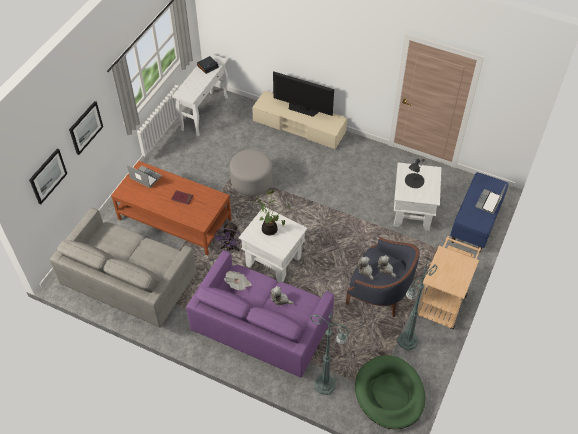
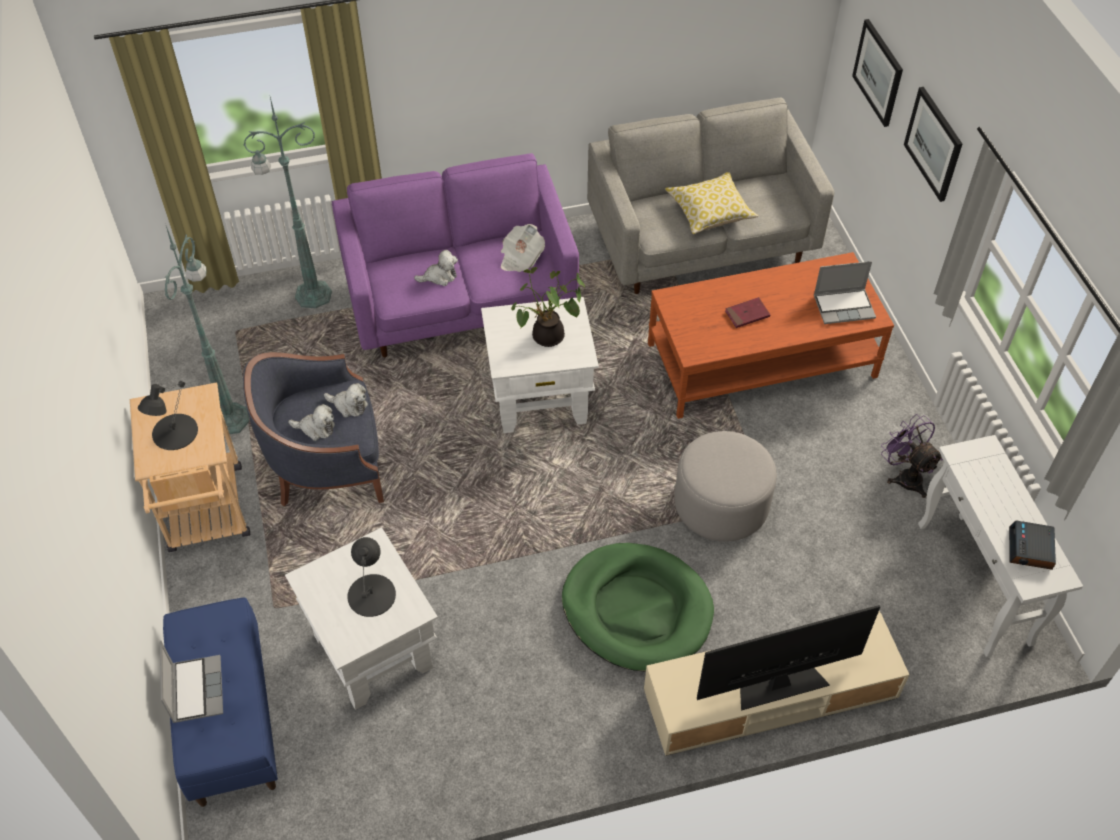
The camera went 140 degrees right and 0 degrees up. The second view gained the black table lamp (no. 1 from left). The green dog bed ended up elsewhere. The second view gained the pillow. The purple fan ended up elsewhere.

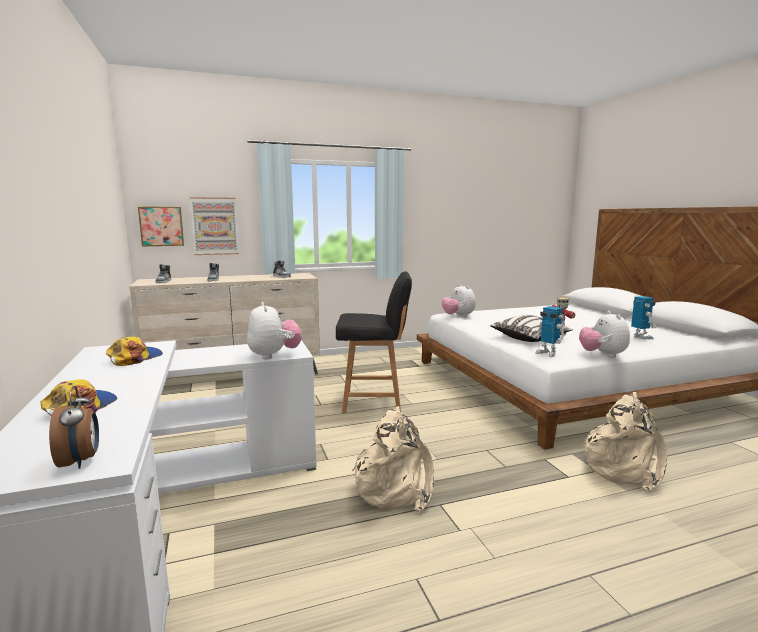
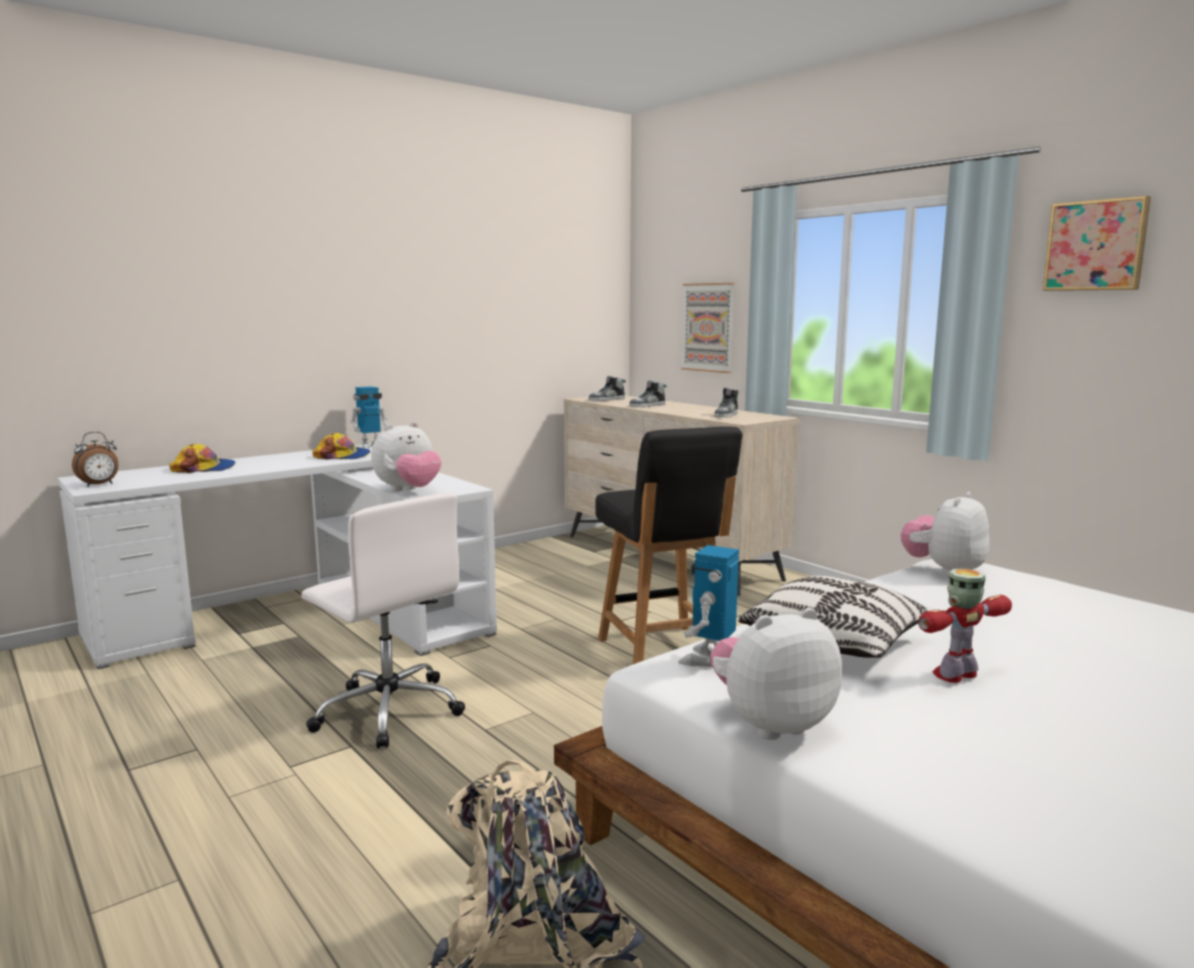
The camera went 70 degrees right and 0 degrees up. Where the beige backpack (no. 1 from left) stood, the white office chair came to stand. The toy robot (no. 3 from left in the first image) ended up elsewhere. The picture (no. 1 from left in the first image) ended up elsewhere.

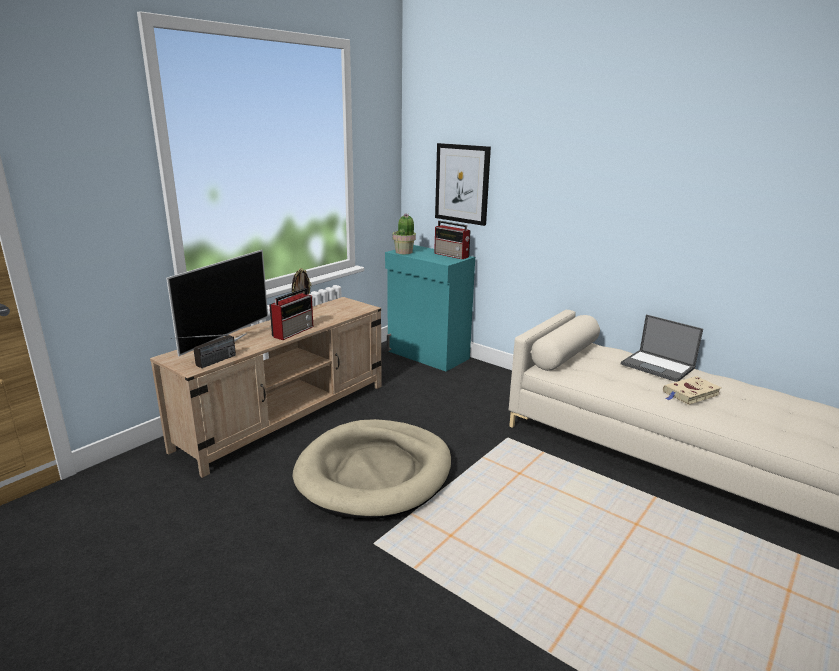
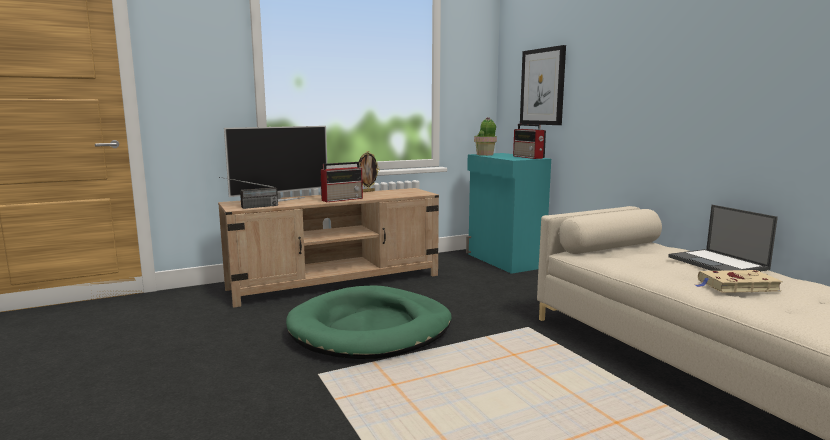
The camera went 25 degrees right and 10 degrees down. What was the beige dog bed turned into the green dog bed.

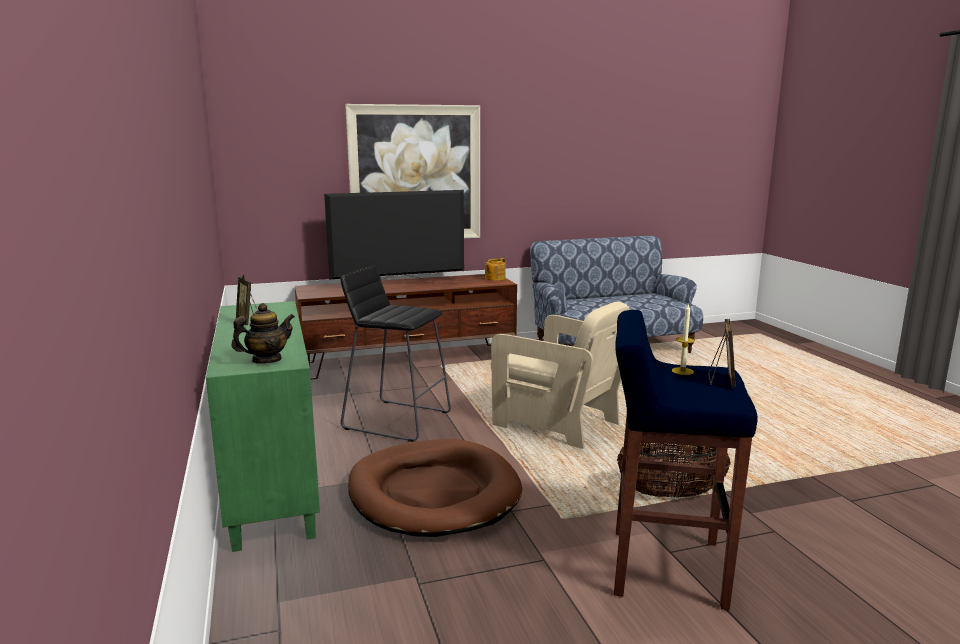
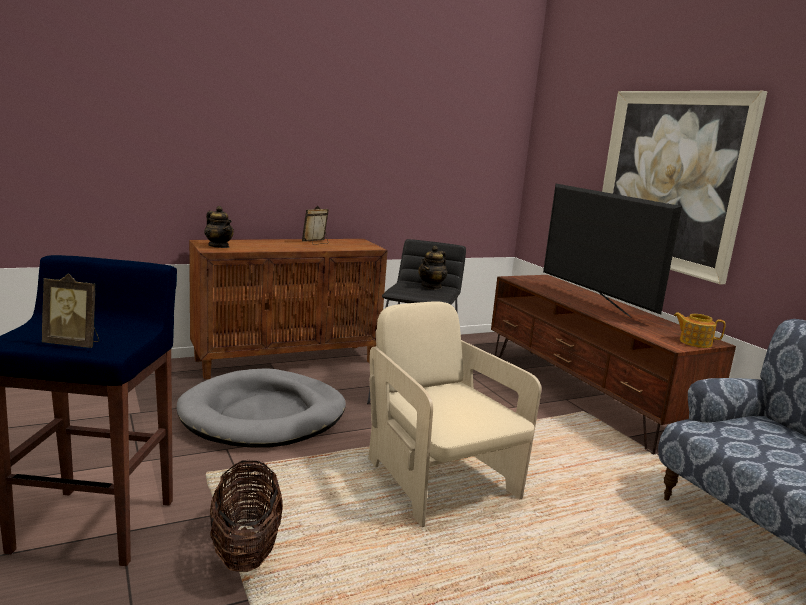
The camera went 80 degrees right and 0 degrees up. What was the brown dog bed turned into the grey dog bed. What was the green cabinet turned into the brown cabinet. The beige armchair ended up facing another way, 120 degrees clockwise from before. The second view gained the teapot (no. 2 from left). The second view lost the candle.

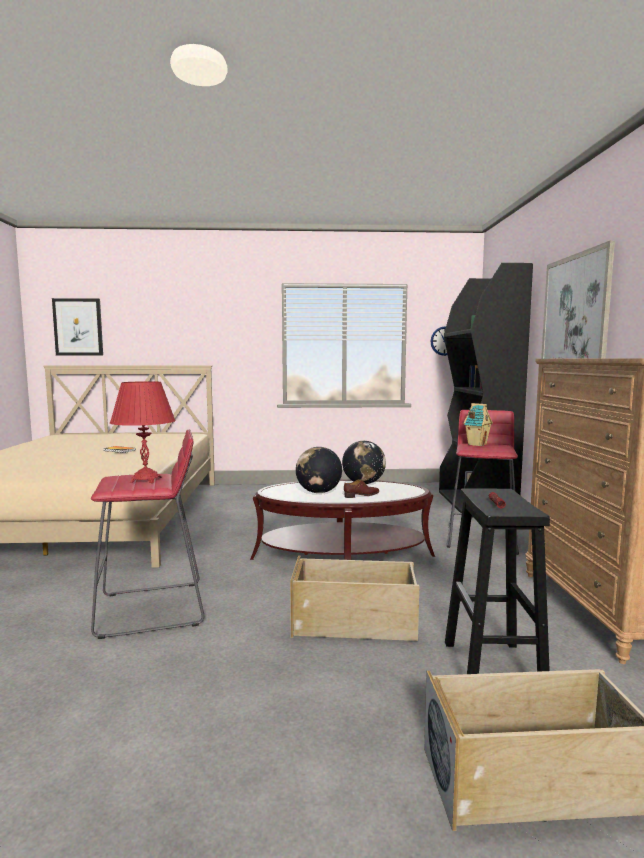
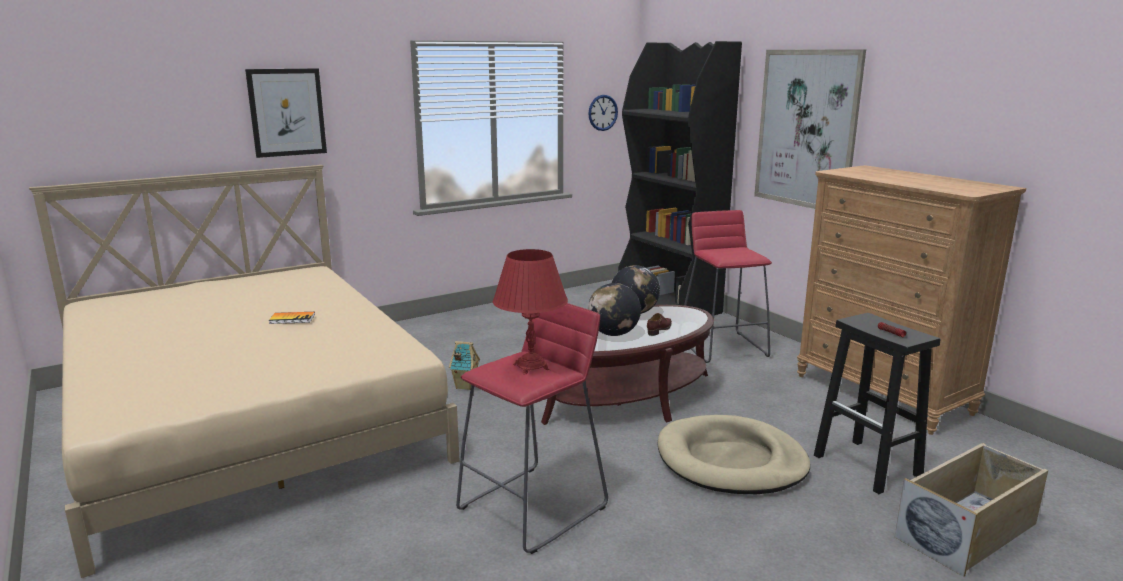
The camera went 30 degrees left and 10 degrees up. The picture (no. 1 from left) ended up elsewhere. The toy house ended up elsewhere. Where the beige storage box (no. 1 from left) stood, the beige dog bed came to stand.

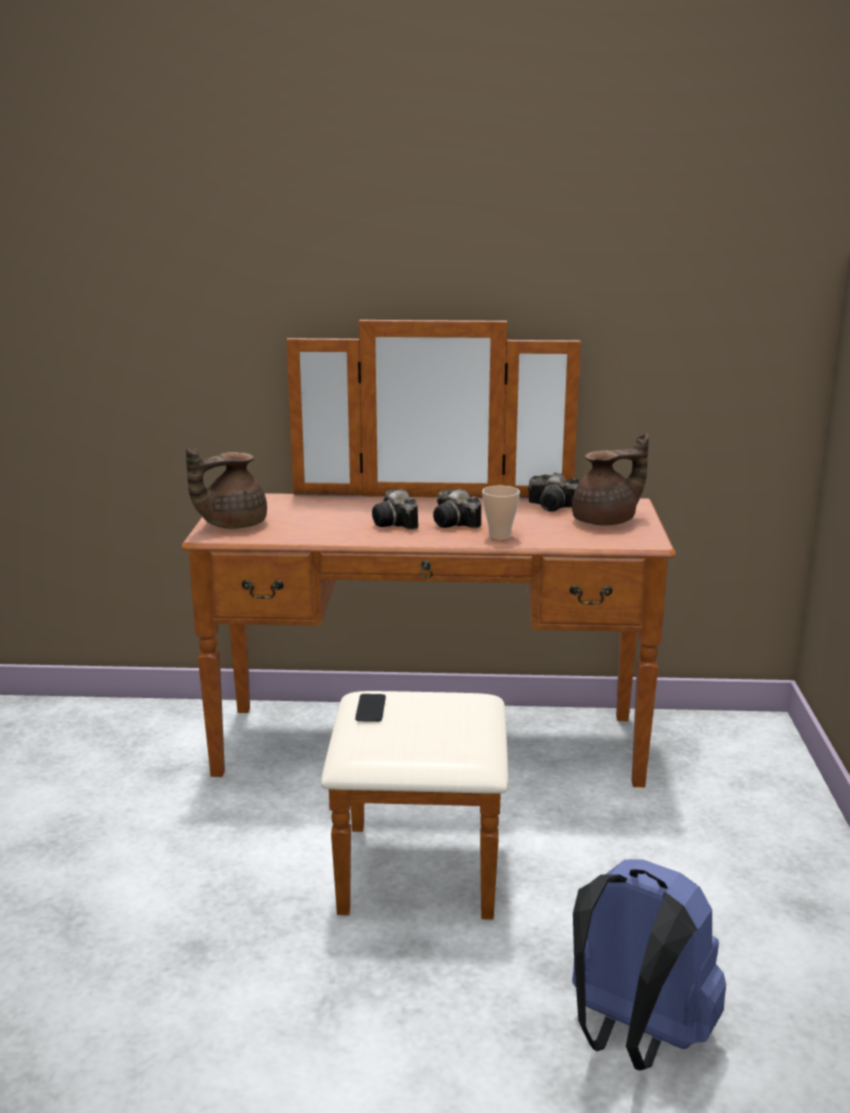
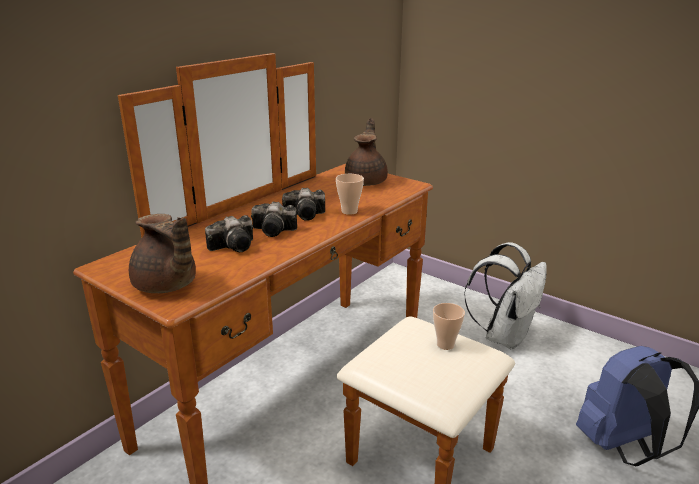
The camera went 55 degrees left and 5 degrees up. The brown teapot (no. 1 from left) ended up facing another way, 45 degrees counterclockwise from before. The photo camera (no. 3 from left in the first image) ended up elsewhere. The second view gained the cup (no. 2 from left). The second view gained the white backpack. The second view lost the phone.

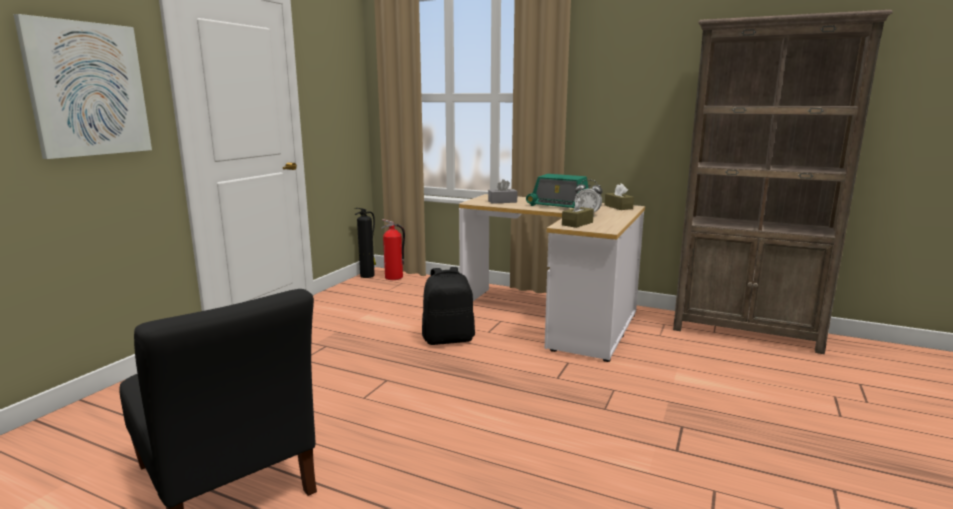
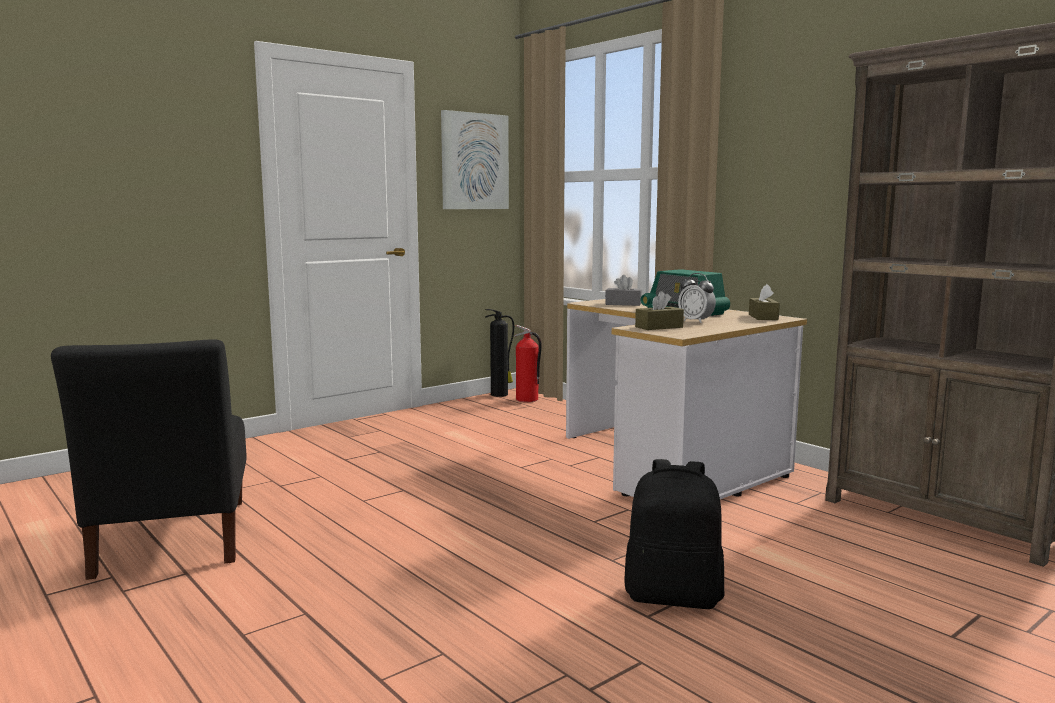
The camera went 25 degrees right and 5 degrees down. The picture ended up elsewhere. The black backpack ended up elsewhere.

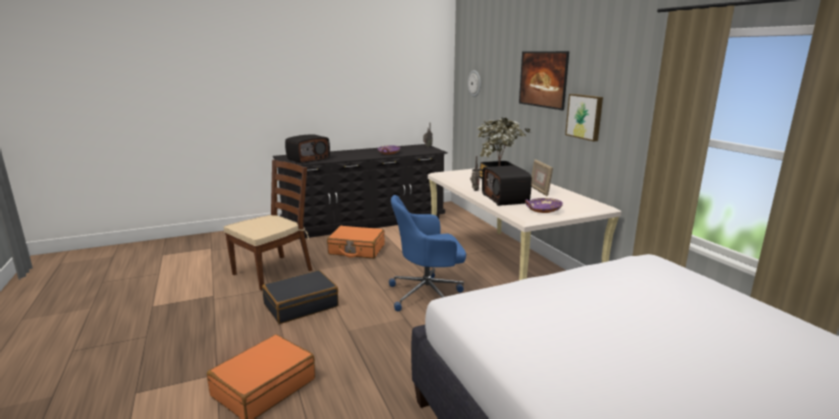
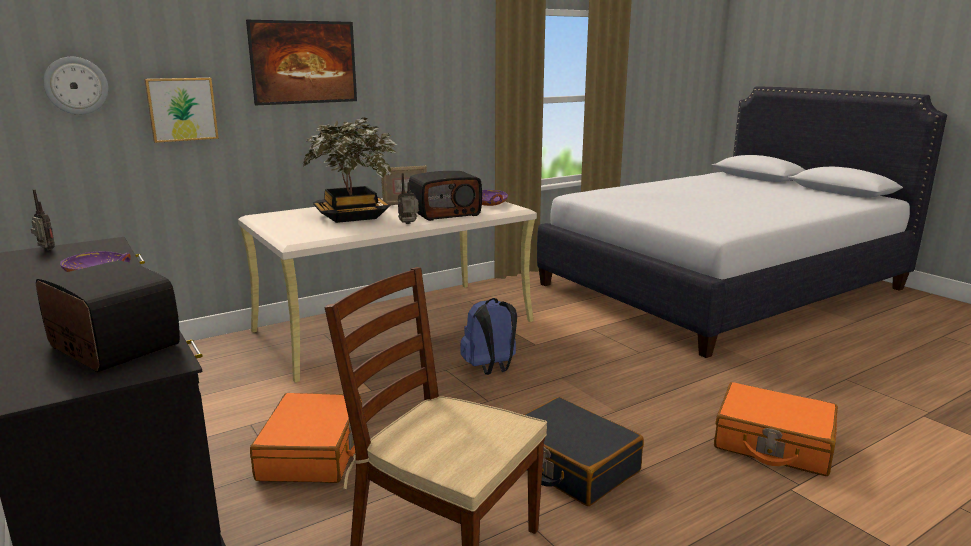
The camera went 100 degrees left and 0 degrees up. The picture (no. 2 from left in the first image) ended up elsewhere. Where the blue office chair stood, the blue backpack came to stand.

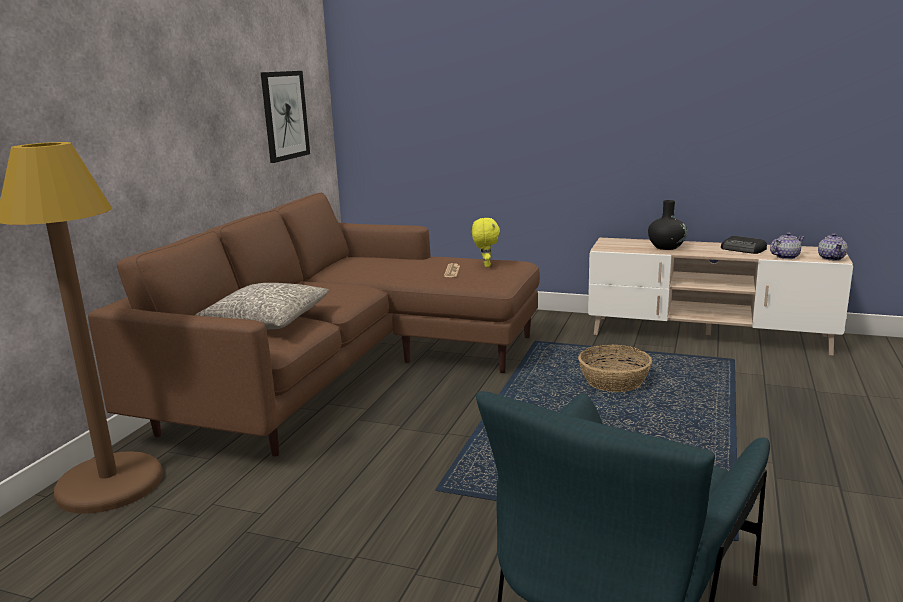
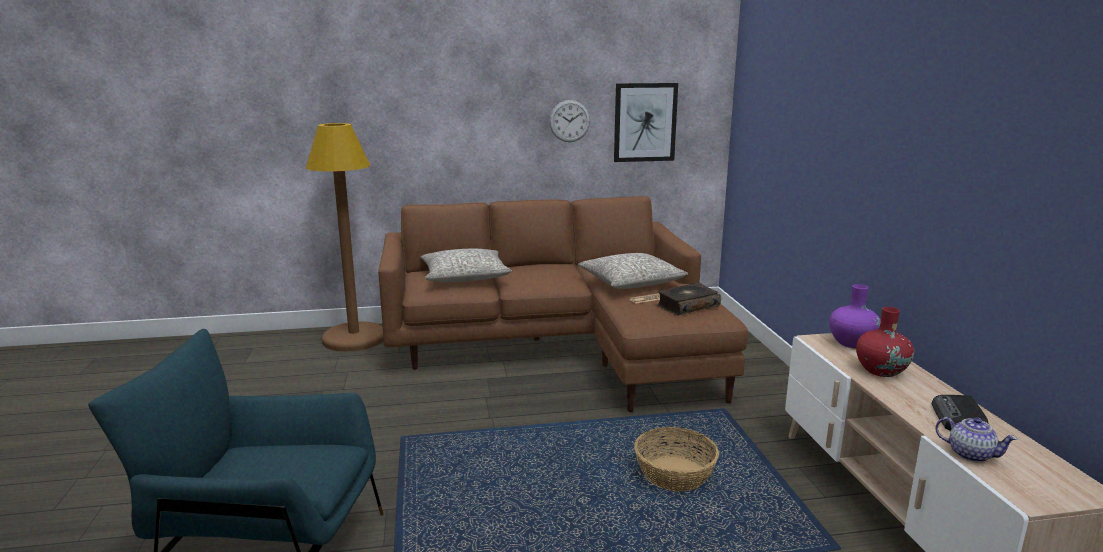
The camera went 60 degrees right and 0 degrees up. The second view gained the wall clock. The second view gained the grey pillow (no. 2 from left). Where the yellow plush toy stood, the book came to stand. The second view gained the purple vase. What was the black vase turned into the red vase. The second view lost the teapot (no. 2 from left).

